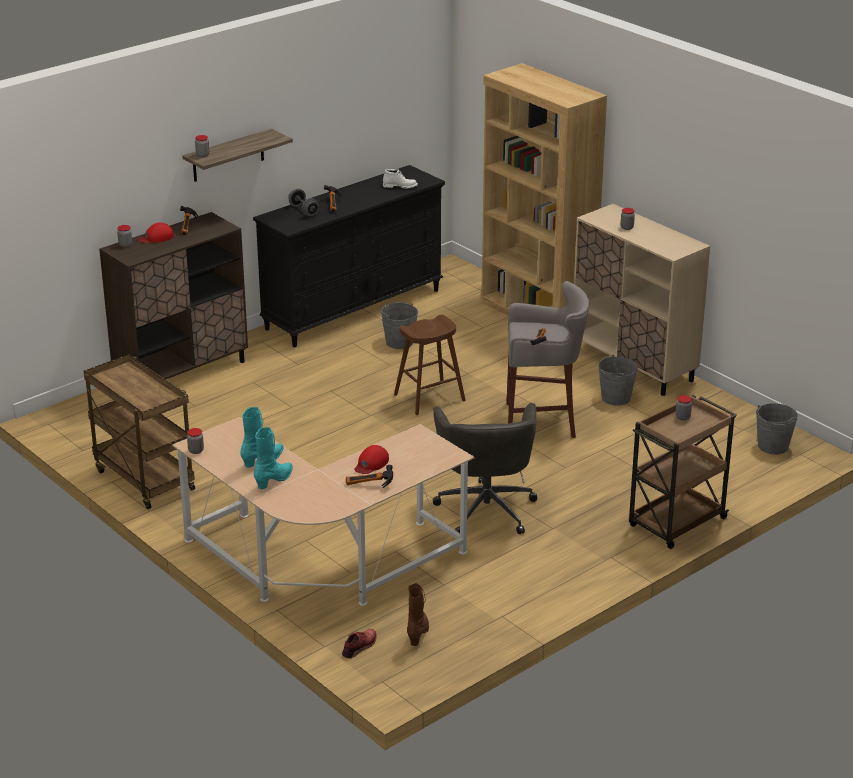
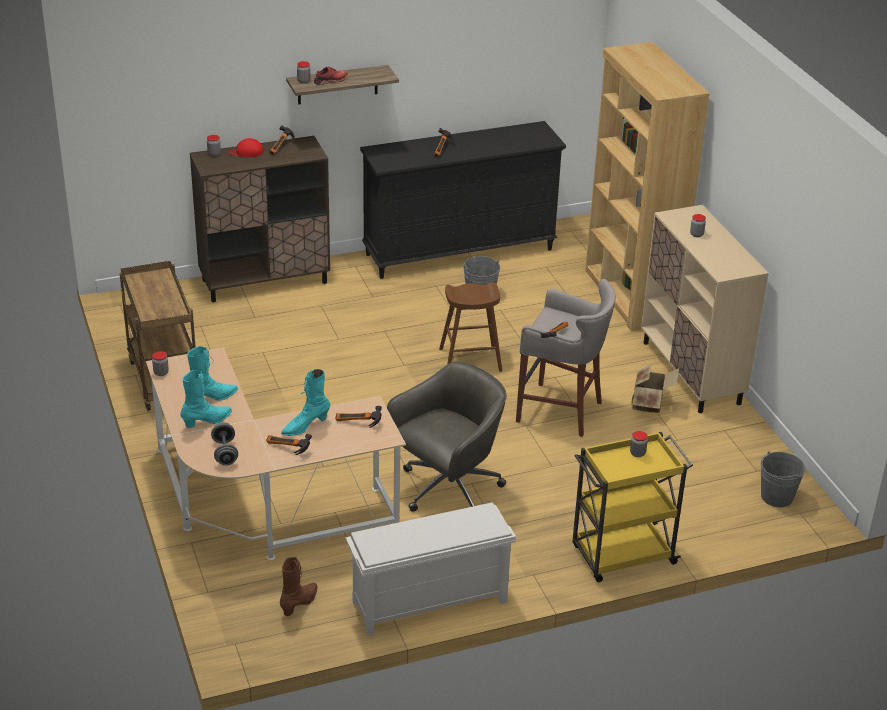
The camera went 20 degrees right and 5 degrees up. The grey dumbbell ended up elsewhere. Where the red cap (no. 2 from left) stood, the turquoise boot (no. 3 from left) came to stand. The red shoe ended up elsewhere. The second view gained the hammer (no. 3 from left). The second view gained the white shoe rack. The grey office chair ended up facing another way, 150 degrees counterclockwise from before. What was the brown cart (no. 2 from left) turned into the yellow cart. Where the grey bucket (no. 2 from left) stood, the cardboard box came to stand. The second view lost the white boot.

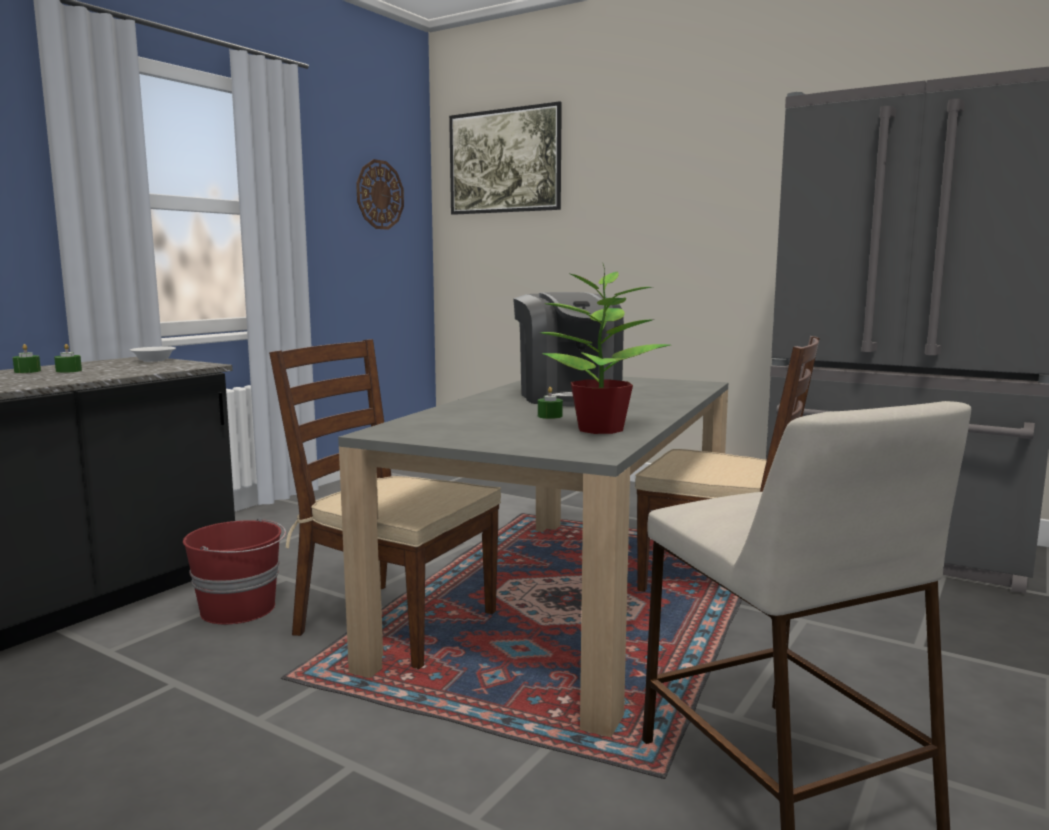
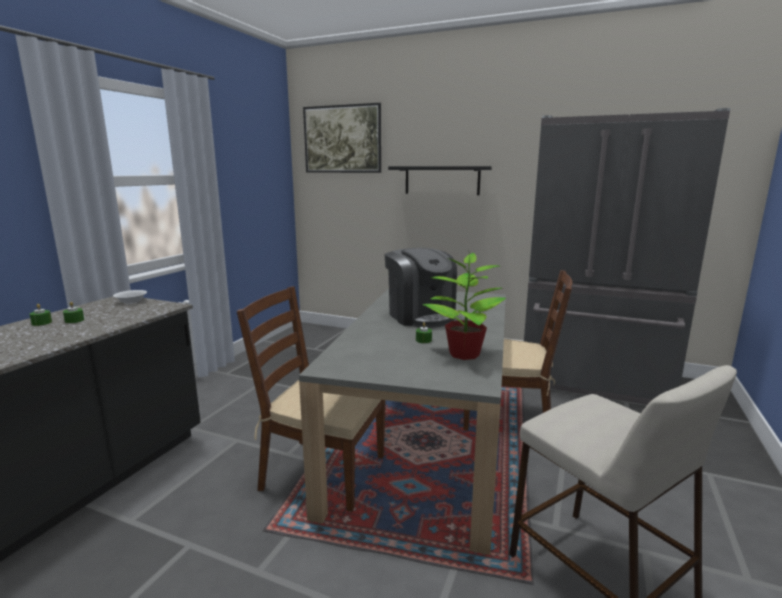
The camera went 10 degrees left and 5 degrees up. The second view gained the black shelf. The second view lost the red bucket. The second view lost the wall clock.

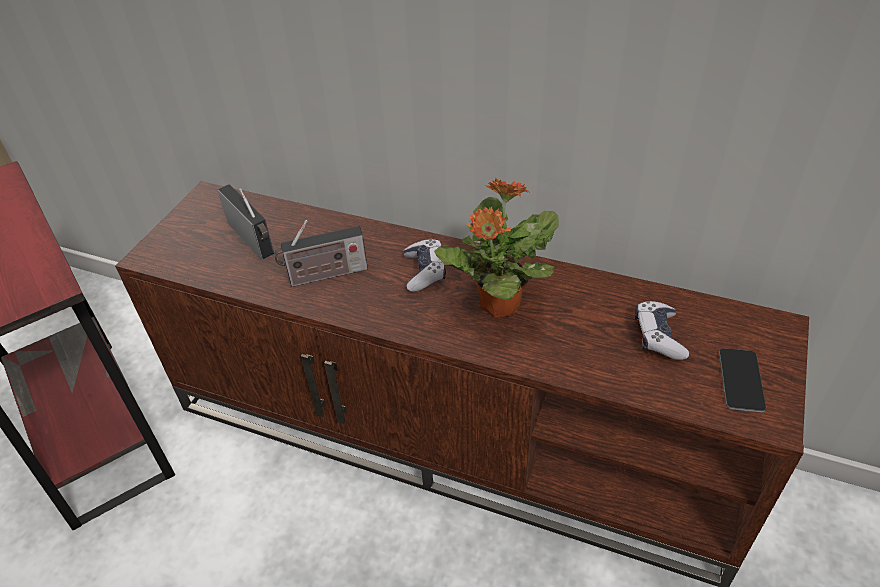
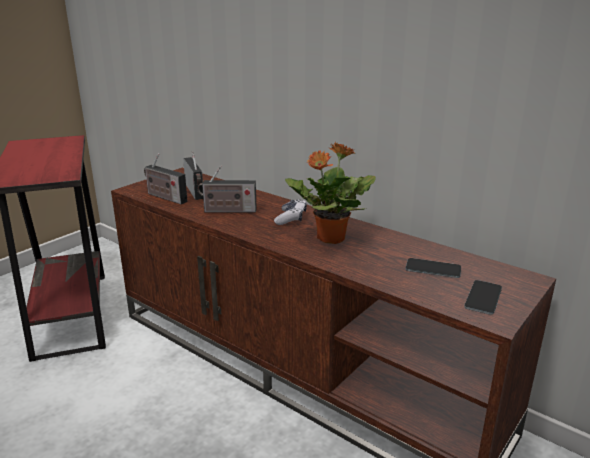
The camera went 15 degrees right and 20 degrees down. The second view gained the radio (no. 1 from left). Where the game controller (no. 2 from left) stood, the phone (no. 1 from left) came to stand.

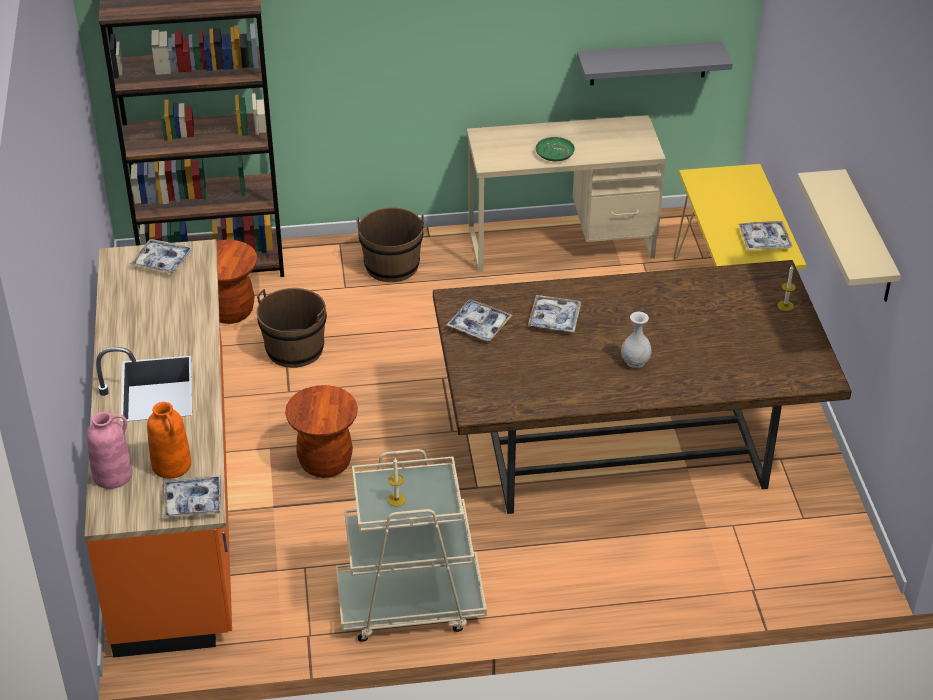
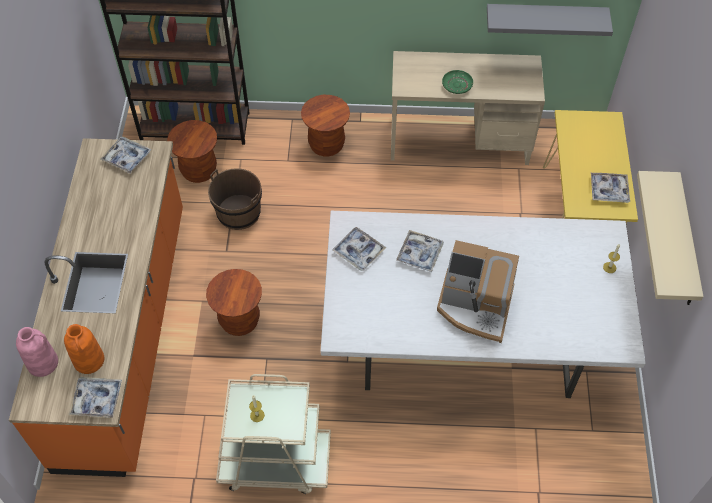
The camera went 10 degrees right and 15 degrees up. Where the brown bucket (no. 2 from left) stood, the brown stool (no. 3 from left) came to stand. What was the brown dining table turned into the white dining table. Where the white vase stood, the coffee machine came to stand.

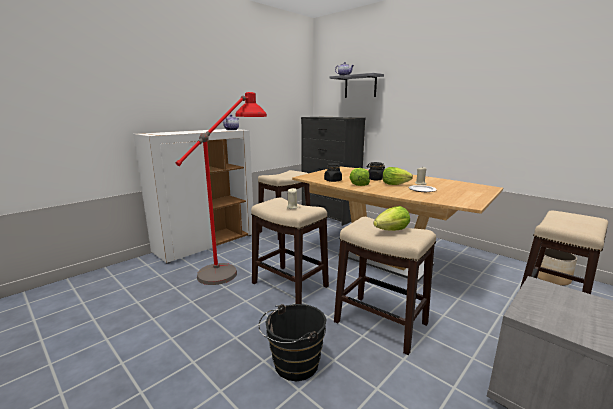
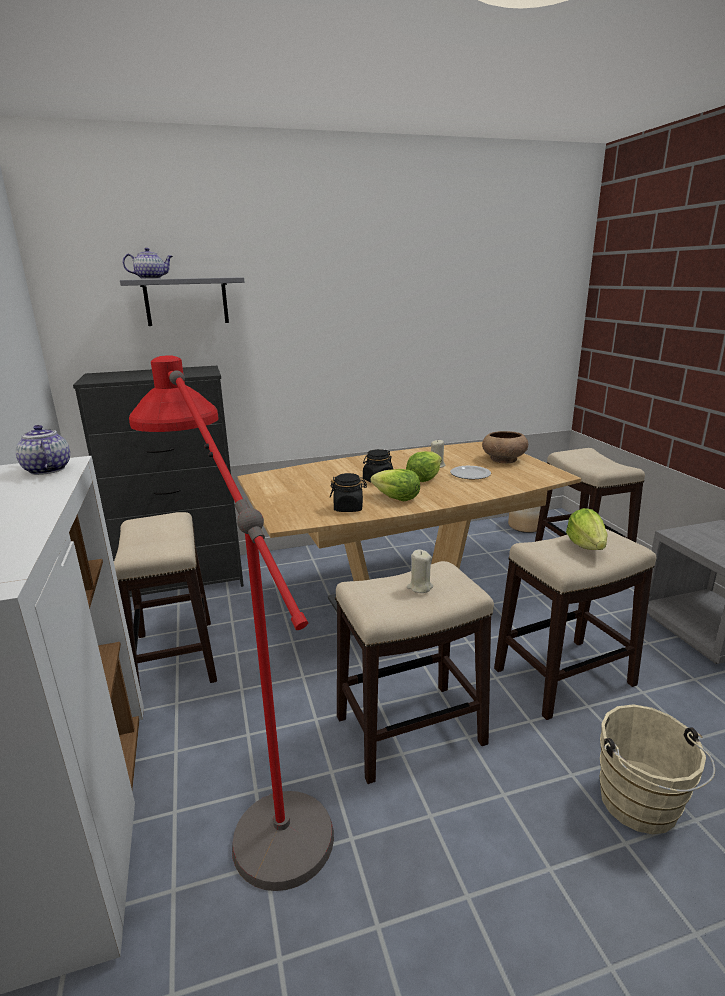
The camera went 60 degrees left and 5 degrees up. The second view gained the brown bowl. What was the black bucket turned into the beige bucket.

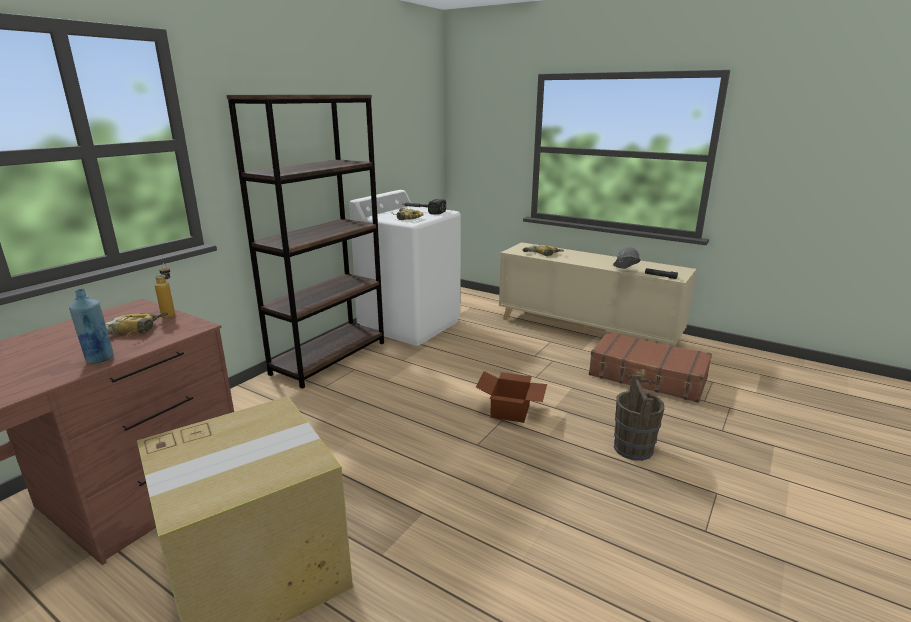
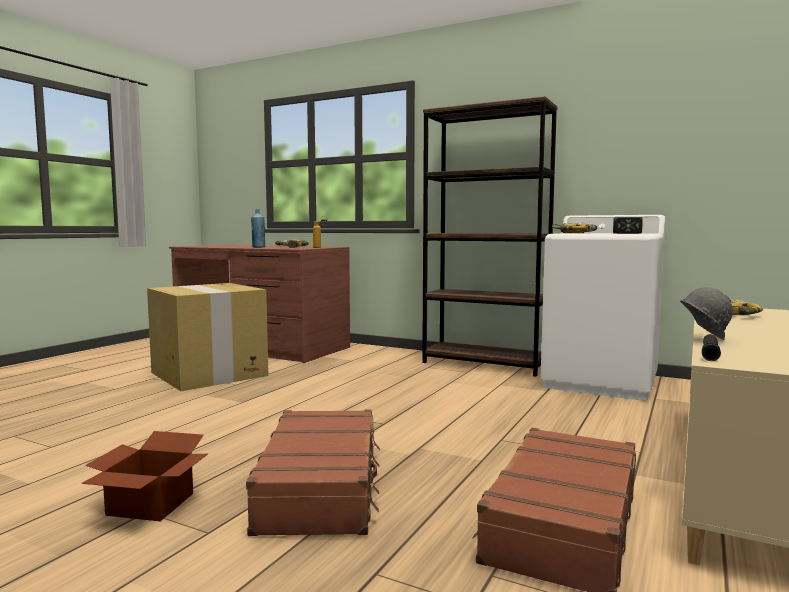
The camera went 85 degrees right and 15 degrees down. The cardboard box (no. 2 from left in the first image) ended up elsewhere. Where the brown bucket stood, the brown suitcase (no. 1 from left) came to stand.

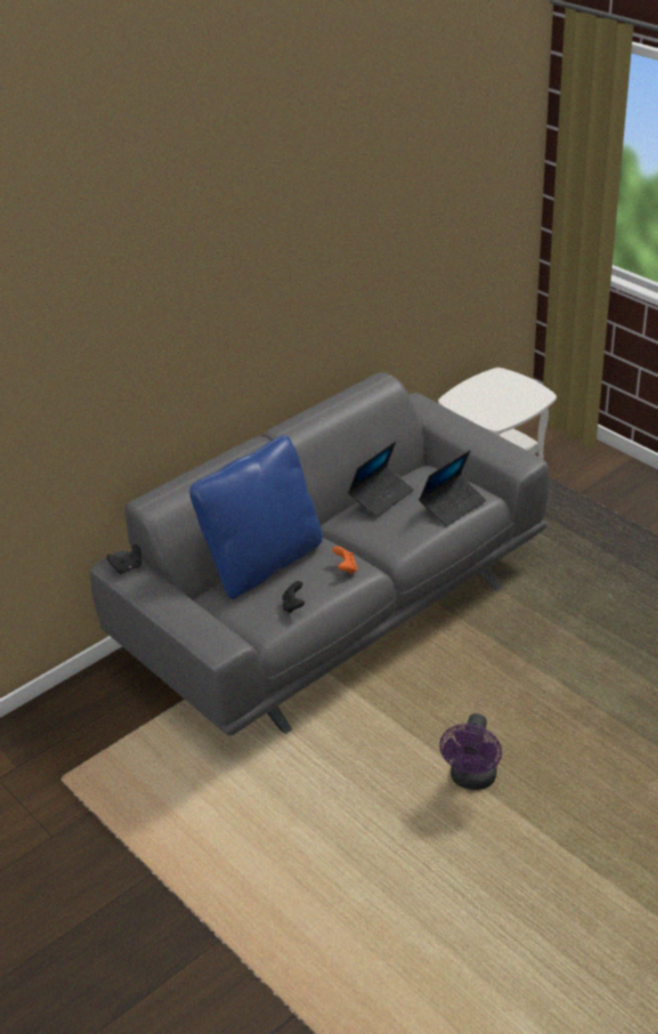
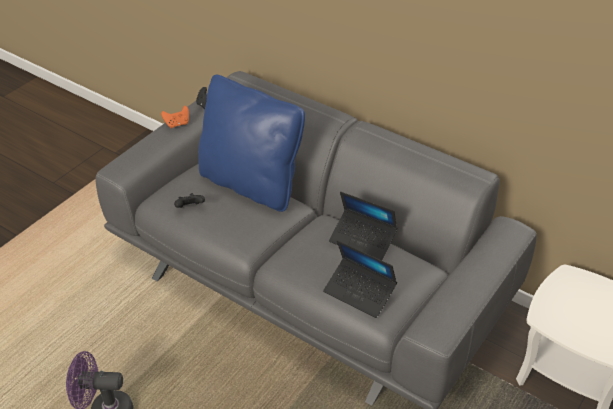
The camera went 75 degrees right and 5 degrees up. The orange game controller ended up elsewhere.

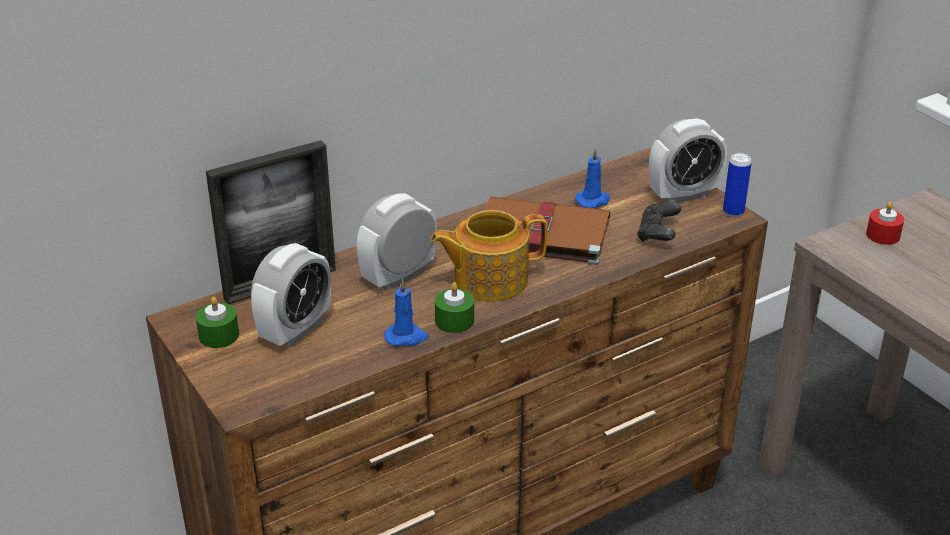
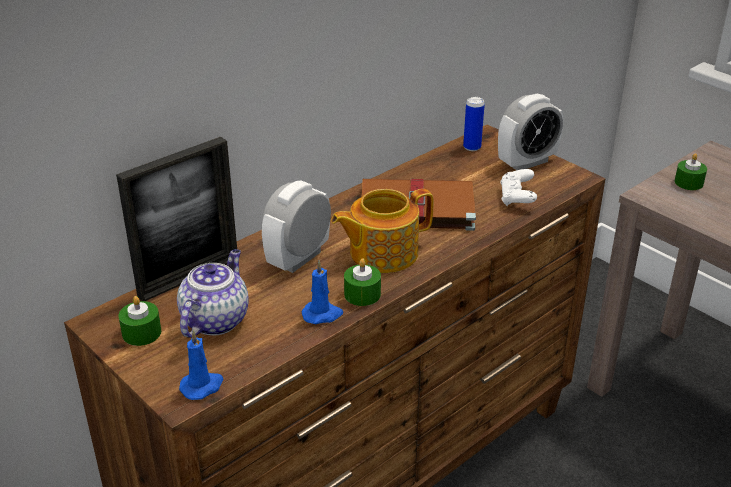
The camera went 10 degrees left and 0 degrees up. Where the alarm clock (no. 1 from left) stood, the teapot (no. 1 from left) came to stand. The blue candle (no. 2 from left in the first image) ended up elsewhere. The can ended up elsewhere. What was the black game controller turned into the white game controller. What was the red candle turned into the green candle (no. 3 from left).

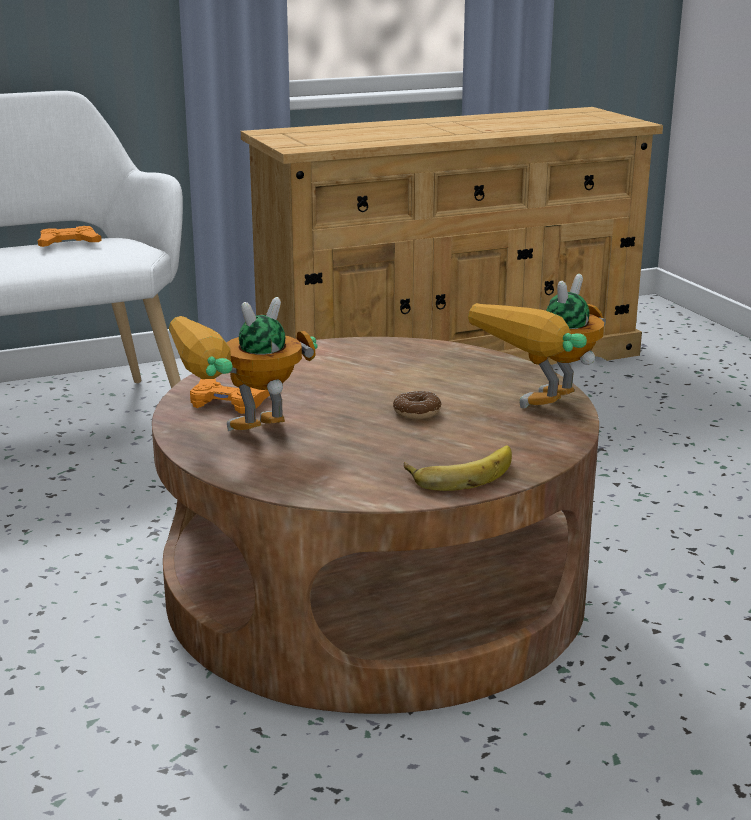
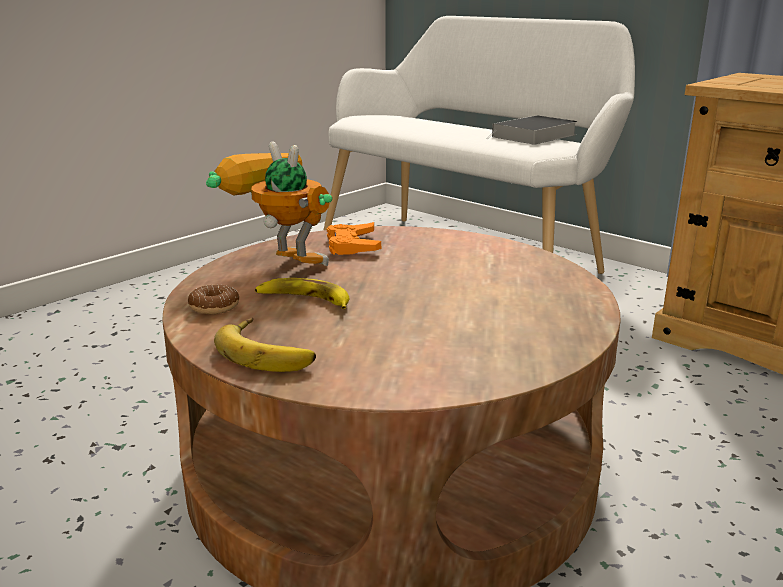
The camera went 65 degrees right and 0 degrees up. The donut ended up elsewhere. The second view gained the banana (no. 2 from left). Where the orange game controller (no. 1 from left) stood, the book came to stand. The second view lost the toy robot (no. 2 from left).

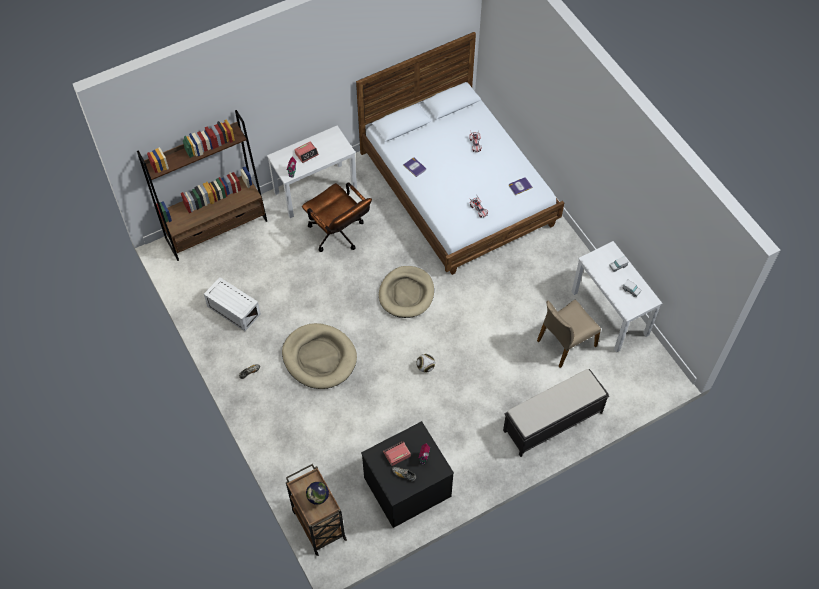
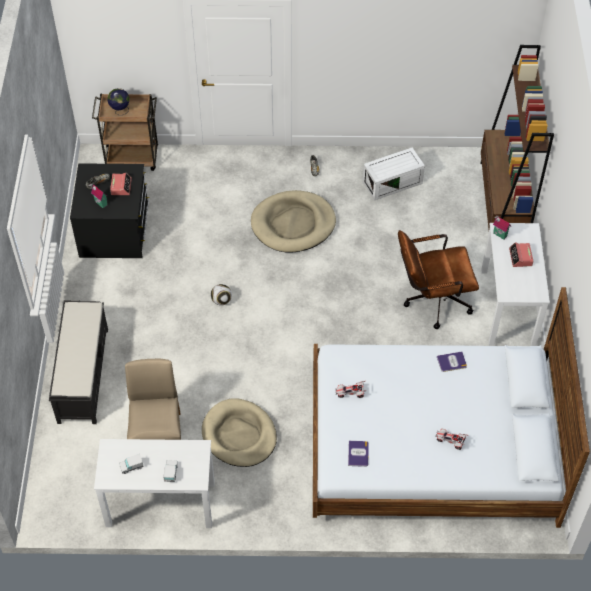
The camera went 120 degrees right and 5 degrees down. The beige dog bed (no. 2 from left in the first image) ended up elsewhere.

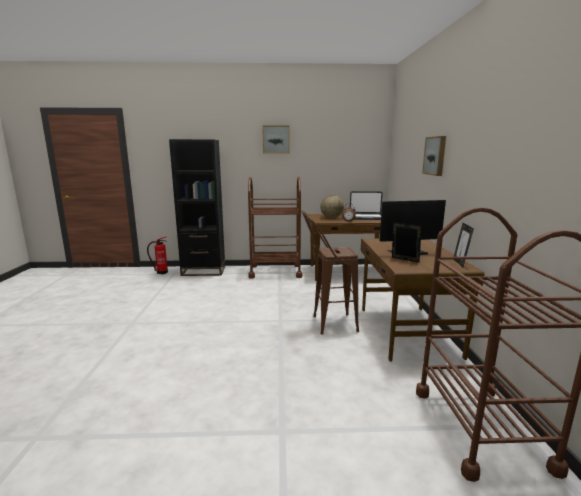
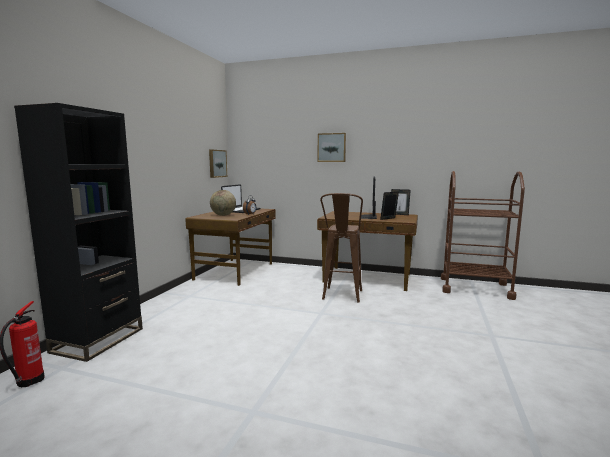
The camera went 70 degrees left and 5 degrees down. The picture (no. 1 from left) ended up elsewhere. The second view lost the brown cart (no. 1 from left).

